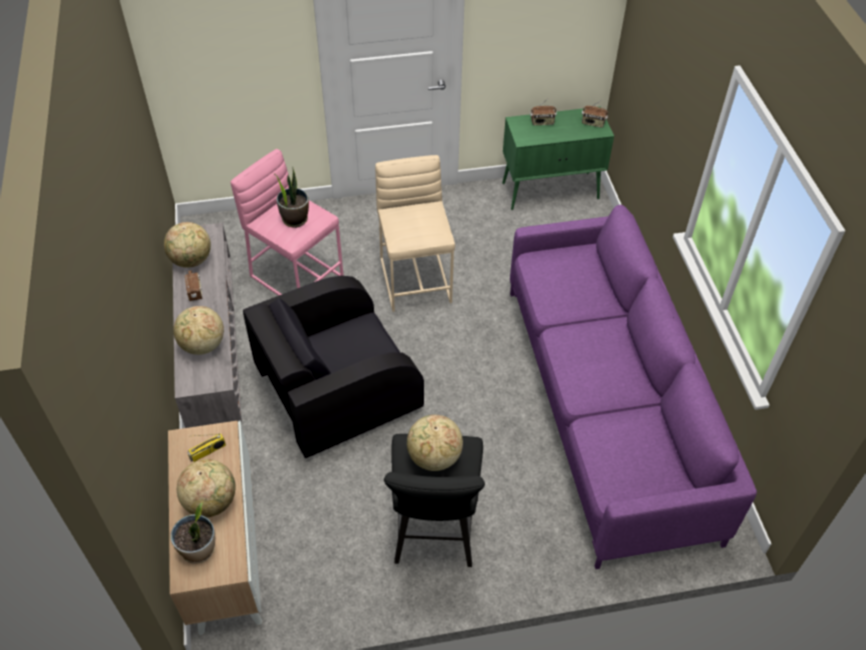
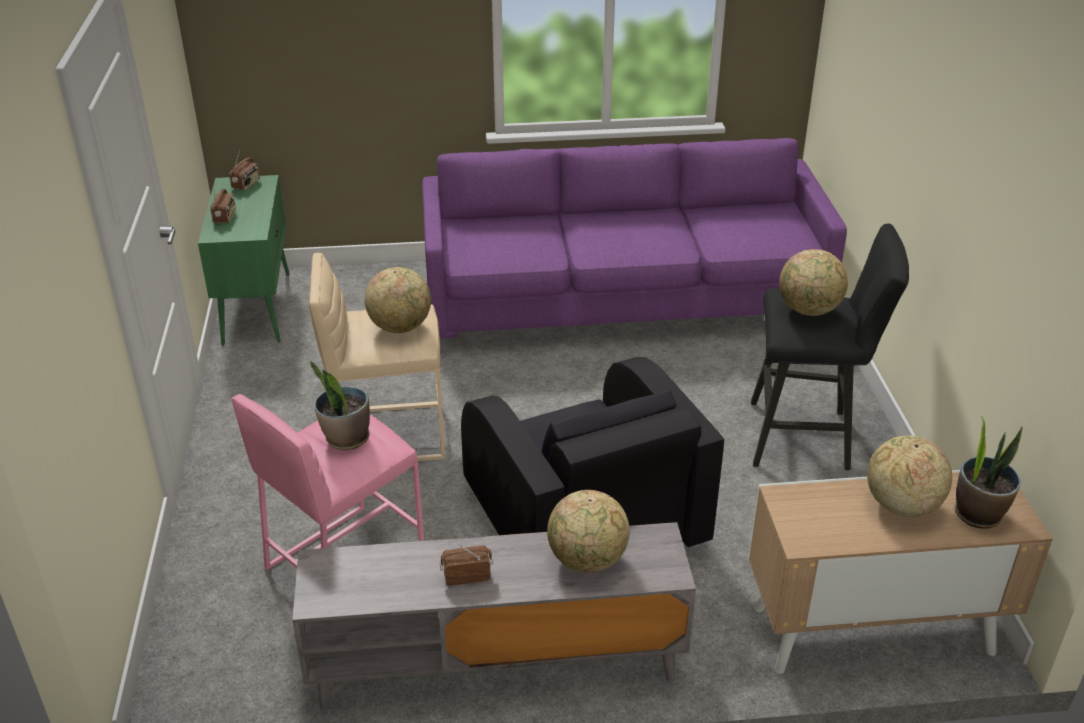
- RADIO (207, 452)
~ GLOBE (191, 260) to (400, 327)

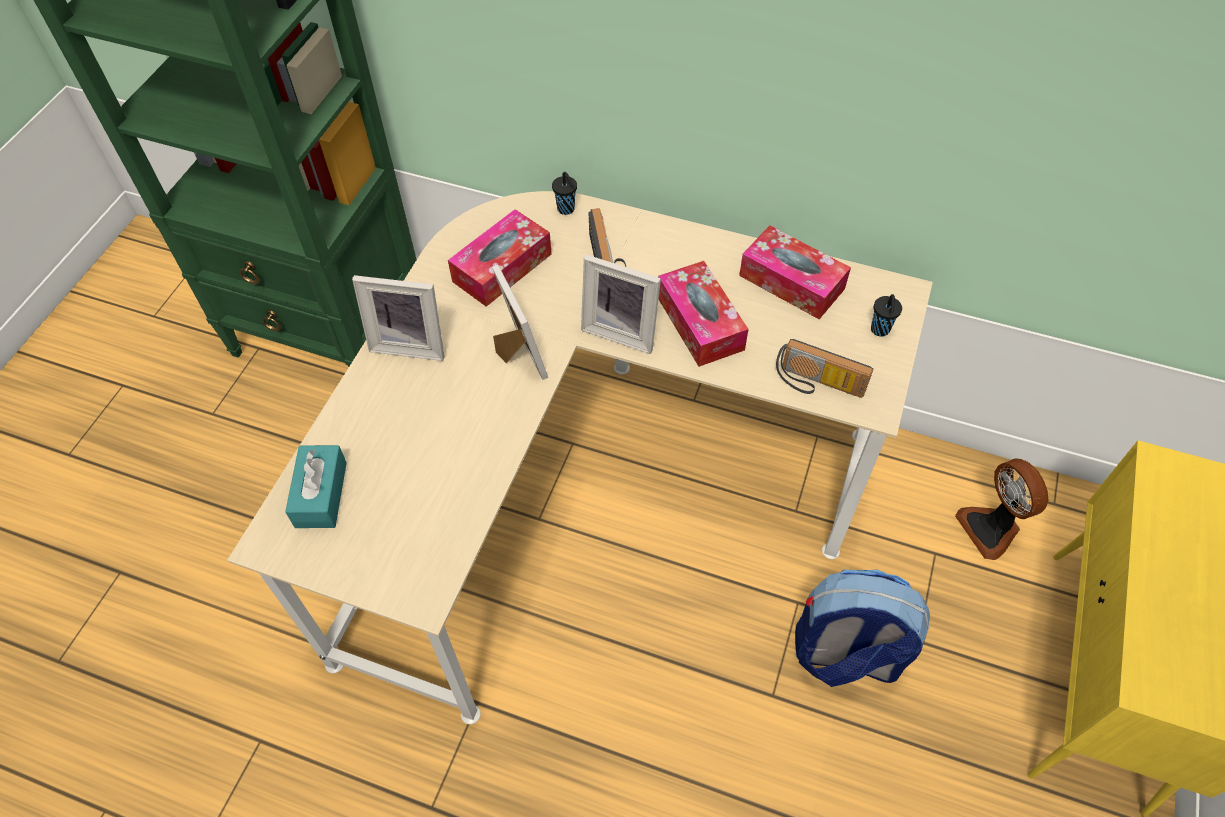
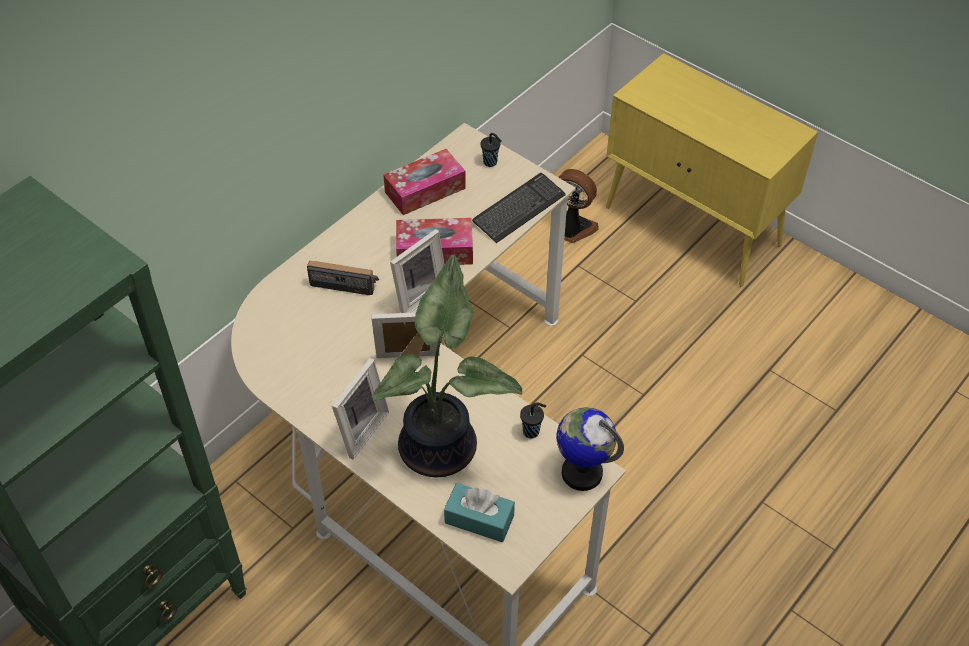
- TISSUE BOX (502, 268)
- KNAPSACK (845, 654)
+ POTTED PLANT (442, 446)
+ GLOBE (581, 472)
~ BLACKISH CUP (566, 209) to (532, 431)
~ RADIO (817, 384) to KEYBOARD (519, 209)
~ COOLING FAN (991, 528) = (572, 229) 150 degrees counterclockwise

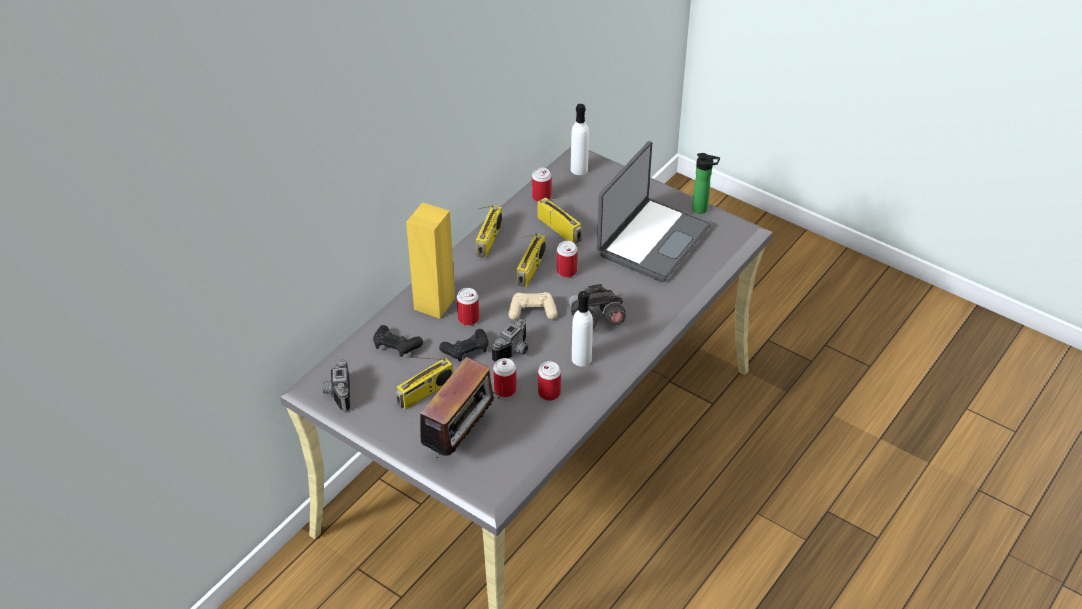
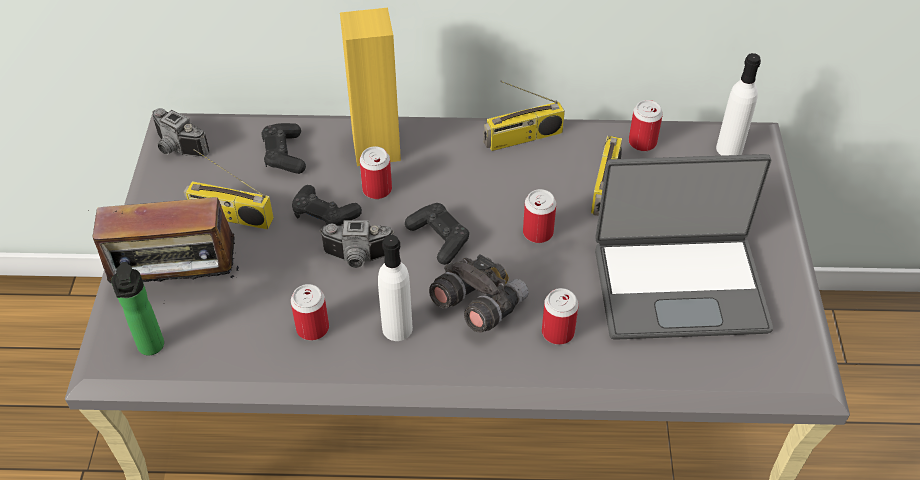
- RADIO (531, 269)
~ METAL CAN (505, 390) to (558, 332)
~ DRINK BOTTLE (702, 209) to (151, 348)
~ BEIGE-COLOURED JOYPAD (532, 311) to BLACKISH JOYPAD (439, 238)
~ PHOTO CAMERA (337, 394) = (176, 149) 105 degrees counterclockwise

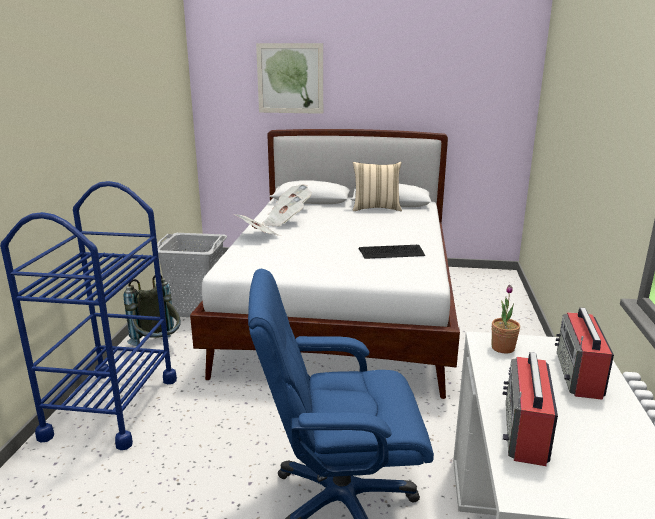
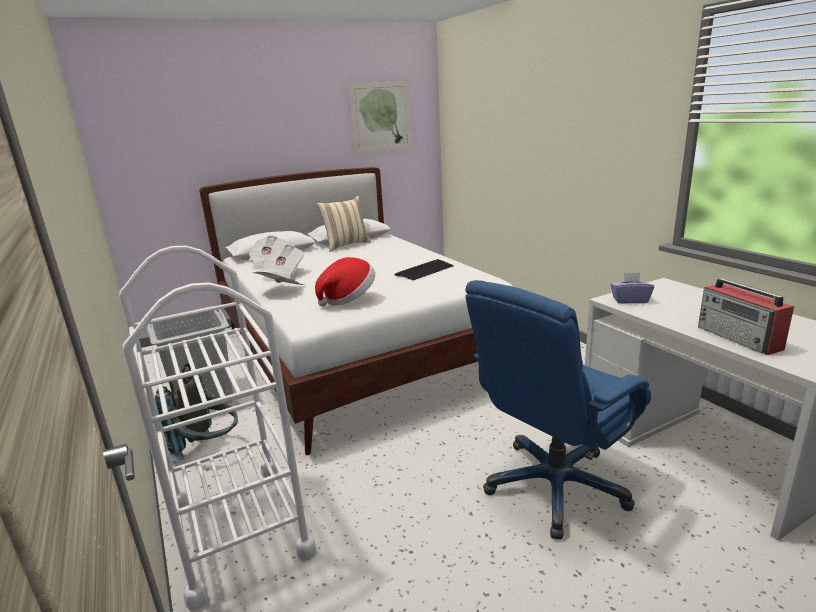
- RADIO (579, 375)
+ HAT (348, 299)
~ WALL PICTURE (290, 78) to (381, 117)
~ POTTED PLANT (503, 348) to PURPLE TISSUE BOX (630, 300)
~ BLUISH WHEELED CART (112, 407) to WHITISH WHEELED CART (238, 528)

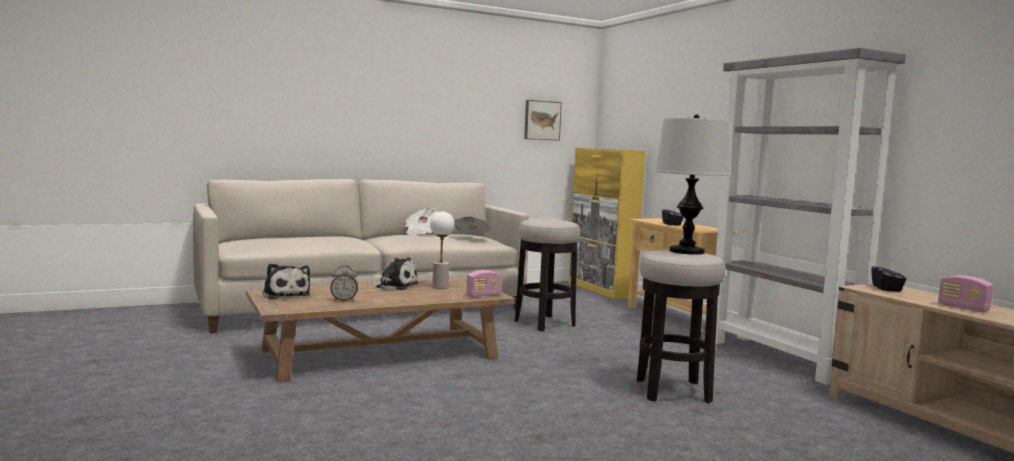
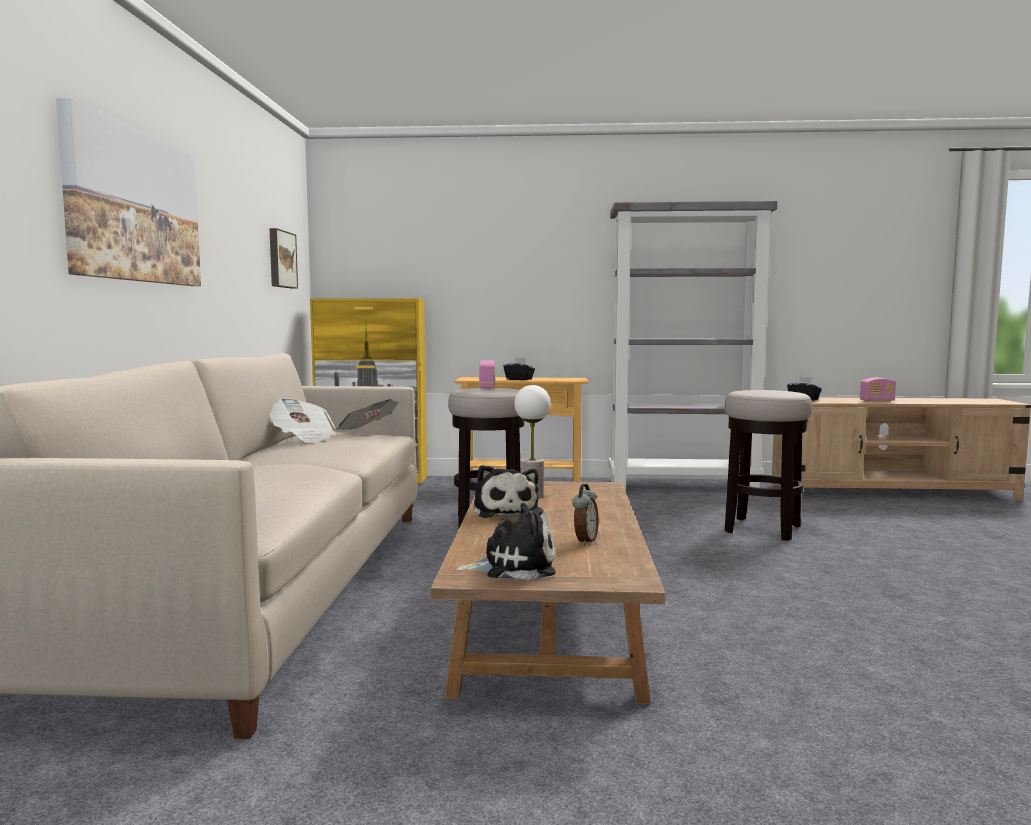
- TABLETOP LAMP (687, 251)
+ WALL PICTURE (134, 206)
~ RADIO (483, 295) to (487, 387)
~ SOFT TOY (395, 286) = (504, 511) 120 degrees clockwise

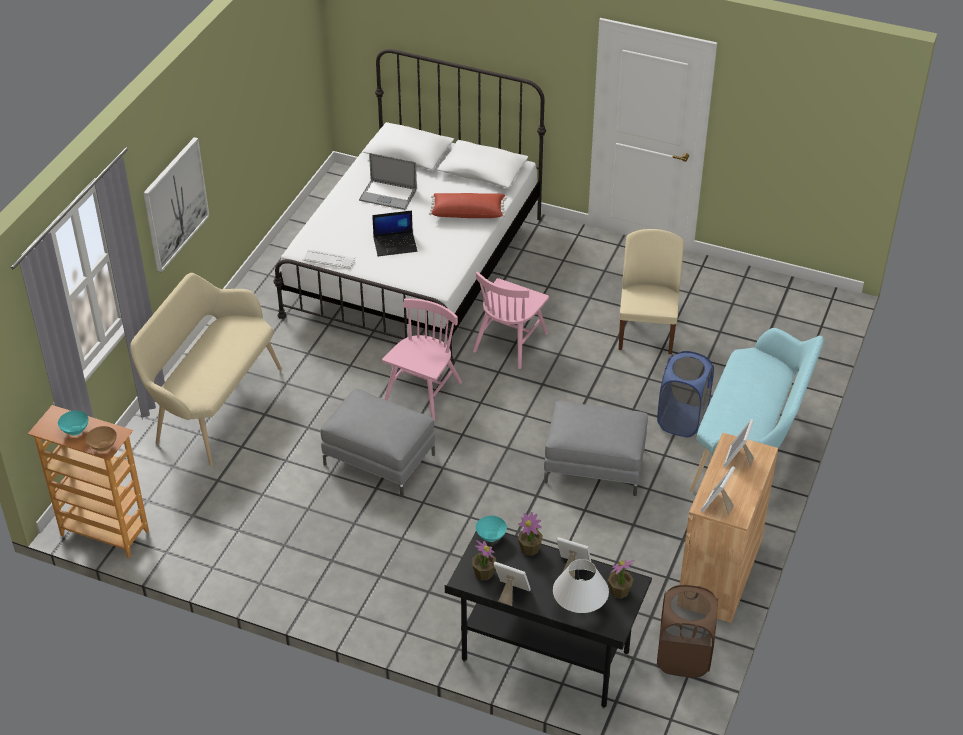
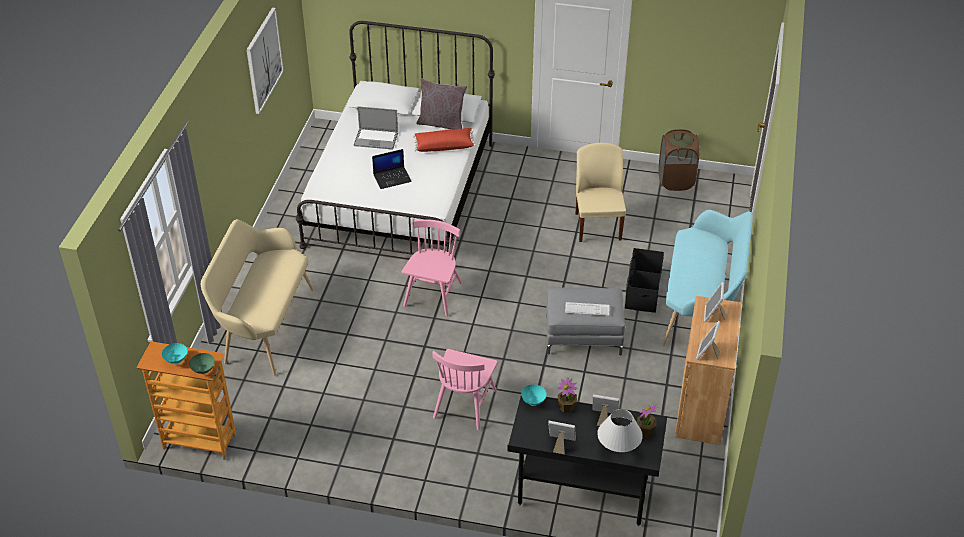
- GRAY FOOTREST (379, 459)
- POTTED PLANT (484, 573)
+ GRAY CUSHION (441, 123)
~ WALL PICTURE (175, 204) to (264, 60)
~ KEYBOARD (328, 259) to (587, 309)
~ PINK-COLOURED CHAIR (510, 342) to (464, 404)
~ BROWN HAMPER (683, 657) to (676, 181)
~ BLUISH HAMPER (682, 420) to BLACKISH STORAGE CONTAINER (642, 291)
~ BROWN SERVING BOWL (103, 447) to GREEN-COLOURED SERVING BOWL (203, 370)

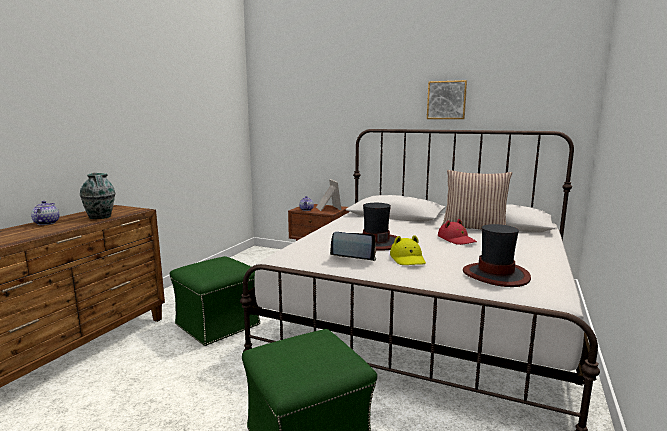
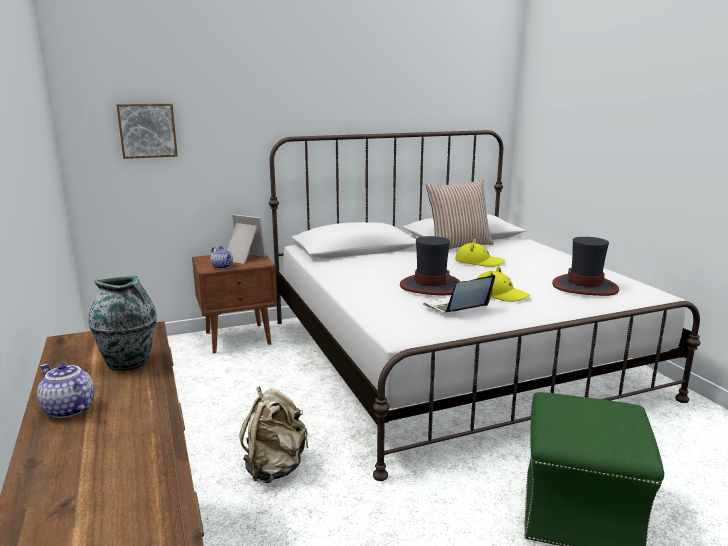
~ WALL PICTURE (446, 100) to (147, 130)
~ GREEN-COLOURED FOOTREST (218, 324) to BEIGE-COLOURED KNAPSACK (275, 467)
~ RED HAT (456, 239) to YELLOW HAT (478, 262)

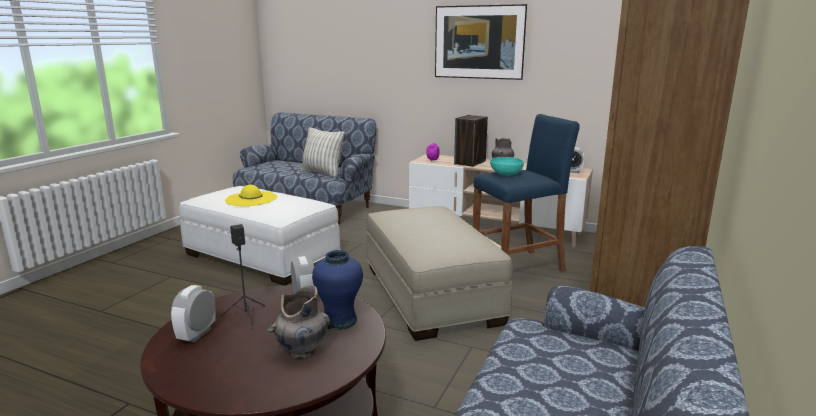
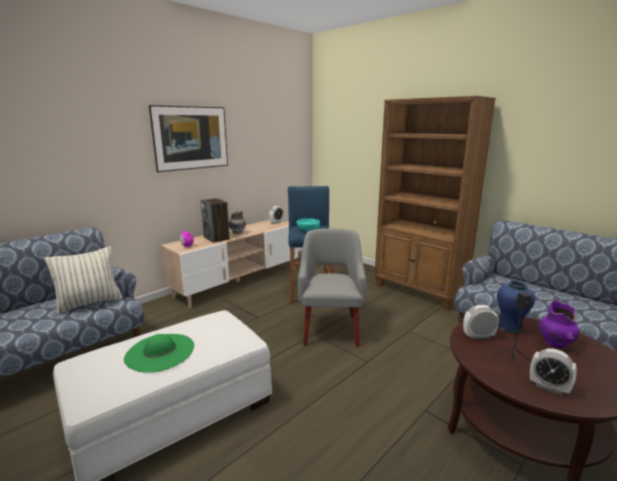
~ BEIGE-COLOURED FOOTREST (431, 293) to GRAY ARMCHAIR (330, 329)
~ YELLOW HAT (251, 199) to GREEN-COLOURED HAT (160, 352)
~ GRAY FLOWER VASE (301, 351) to PURPLE FLOWER VASE (555, 344)

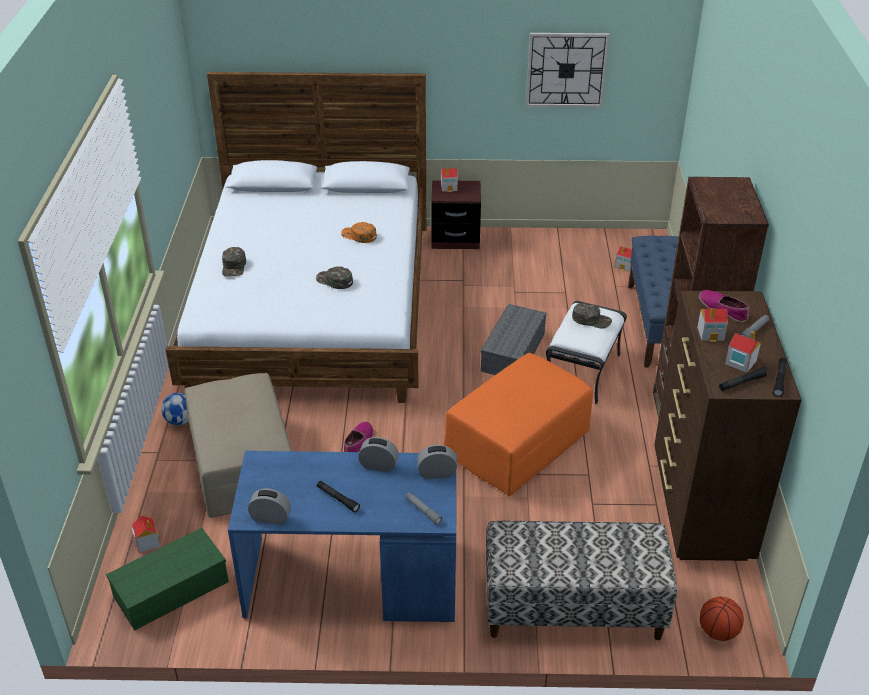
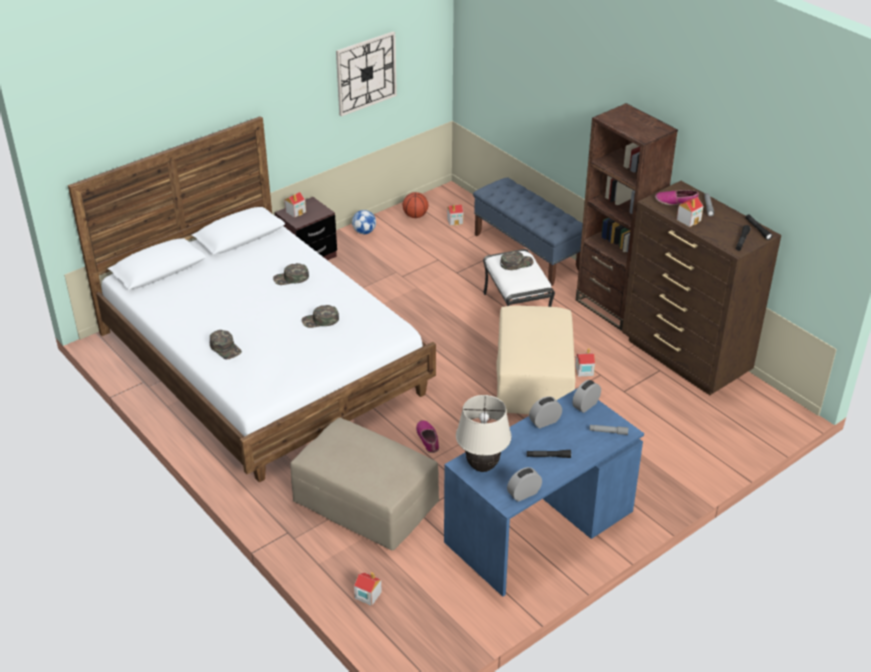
- GREEN-COLOURED STORAGE CONTAINER (172, 587)
- GRAY STORAGE CONTAINER (513, 353)
- BENCH (572, 609)
+ BEIGE-COLOURED TABLETOP LAMP (482, 466)
~ FOOTBALL (180, 420) to (364, 232)
~ BASKETBALL (718, 632) to (415, 216)
~ MODEL HOUSE (740, 362) to (584, 371)
~ ORANGE BASEBALL CAP (359, 236) to GREEN-COLOURED BASEBALL CAP (291, 278)
~ ORANGE FOOTREST (517, 444) to BEIGE-COLOURED FOOTREST (534, 380)

